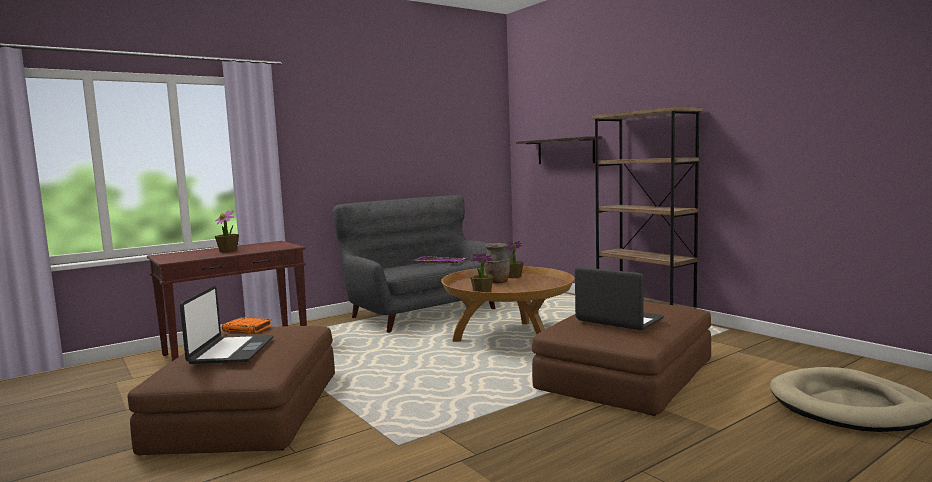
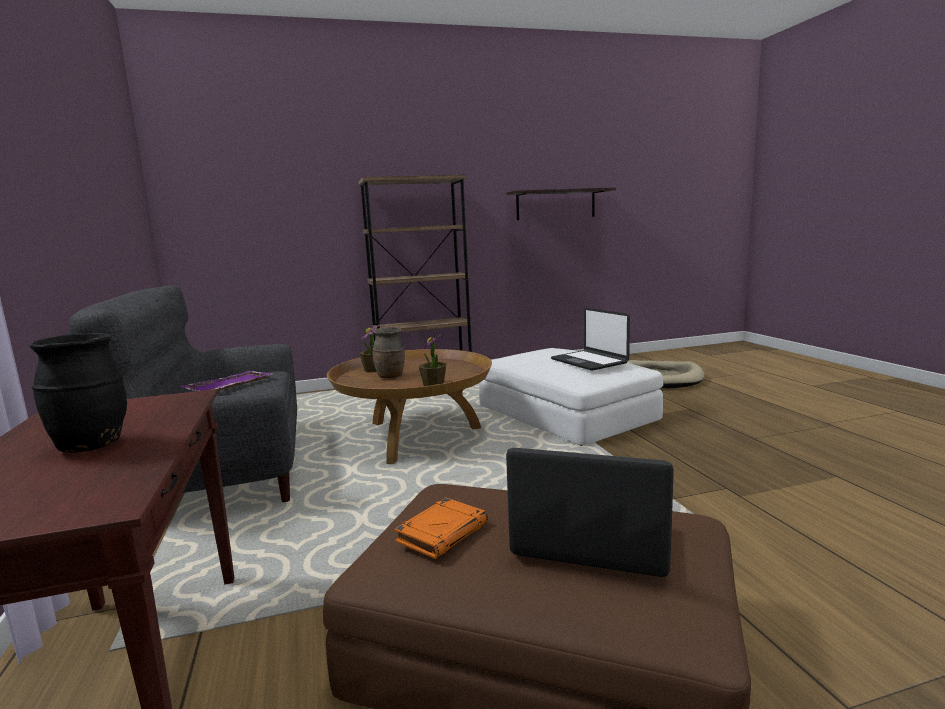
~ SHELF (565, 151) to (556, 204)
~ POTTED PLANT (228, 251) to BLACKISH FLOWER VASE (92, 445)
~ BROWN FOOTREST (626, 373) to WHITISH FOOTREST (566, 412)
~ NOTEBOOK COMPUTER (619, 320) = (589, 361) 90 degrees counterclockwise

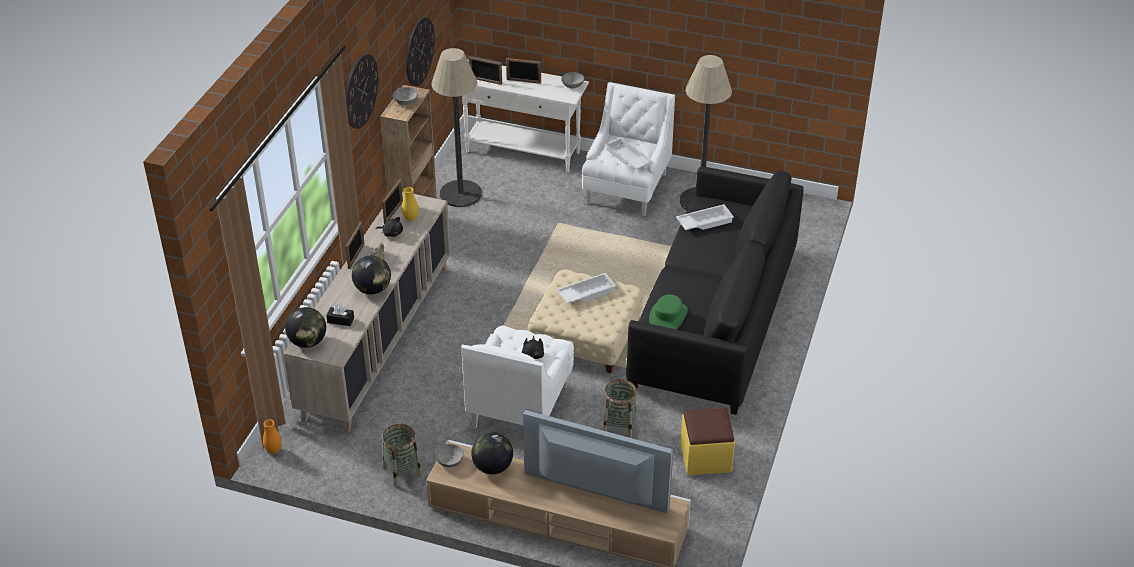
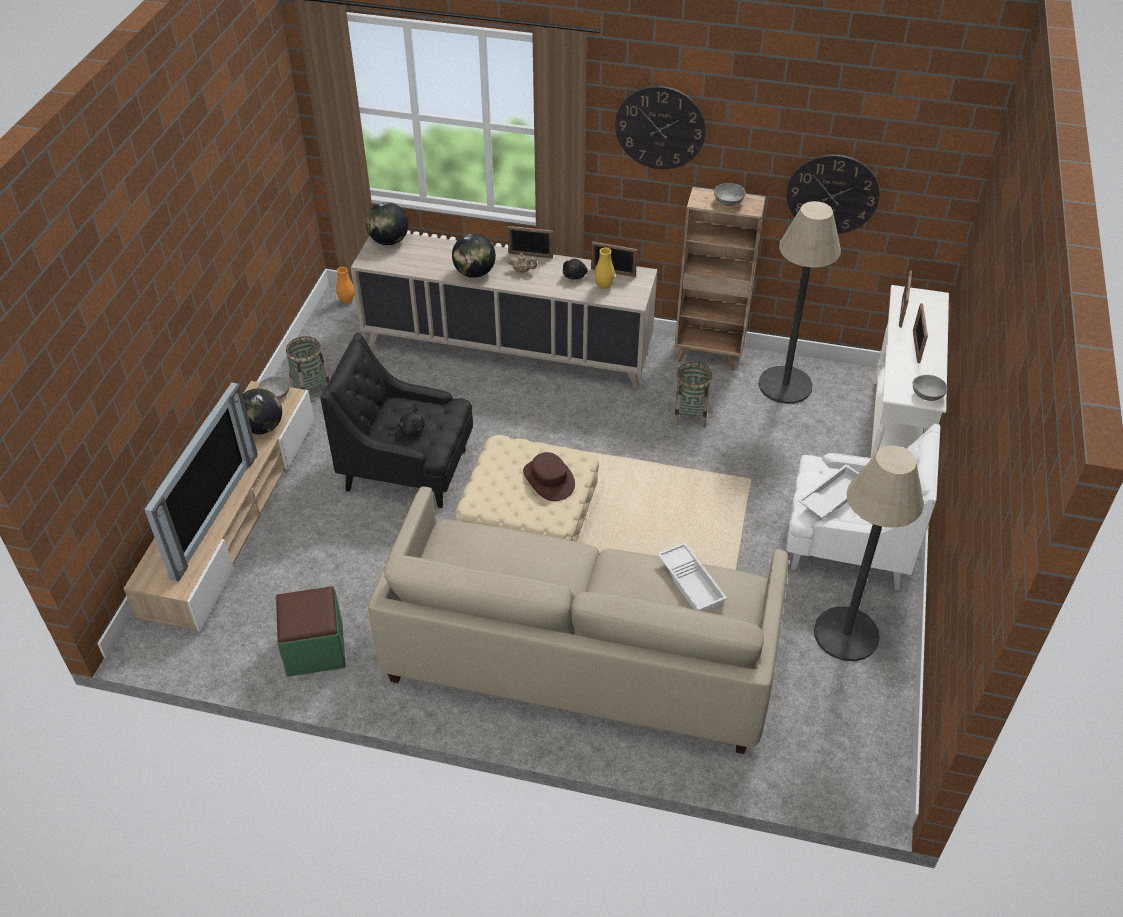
- BLACKISH TISSUE BOX (340, 320)
- GREEN-COLOURED HAT (668, 316)
~ BASKET (619, 426) to (690, 415)
~ WHITISH TRAY (586, 292) to BROWN HAT (549, 479)
~ WHITISH ARMCHAIR (520, 405) to BLACKISH ARMCHAIR (408, 470)
~ BLACKISH COUCH (715, 319) to BEIGE-COLOURED COUCH (579, 656)
~ YELLOW FOOTREST (705, 457) to GREEN-COLOURED FOOTREST (315, 649)

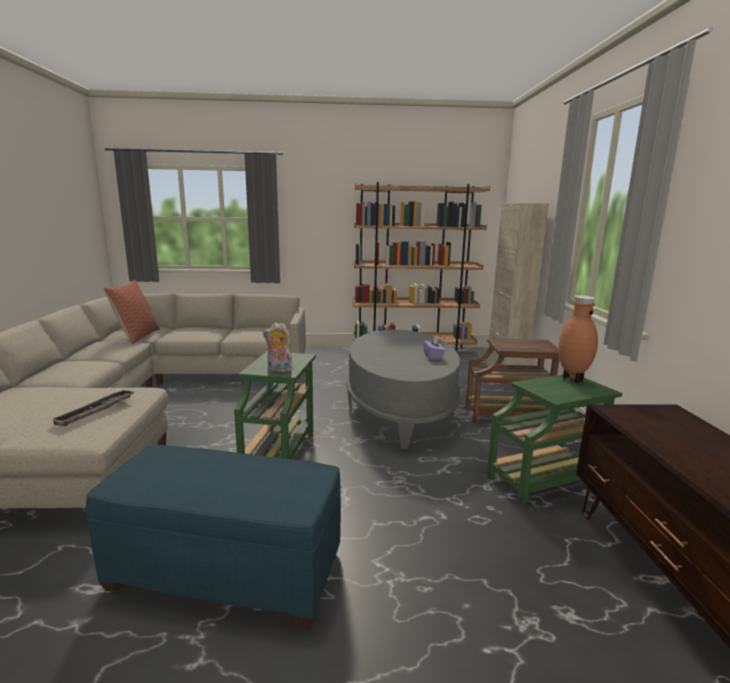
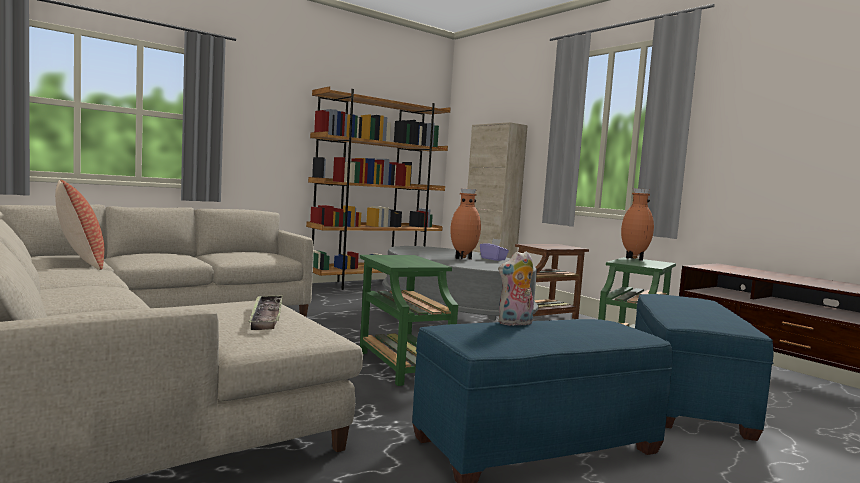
+ BROWN FLOWER VASE (463, 258)
+ BLUISH FOOTREST (686, 399)
~ SOFT TOY (278, 370) to (515, 323)

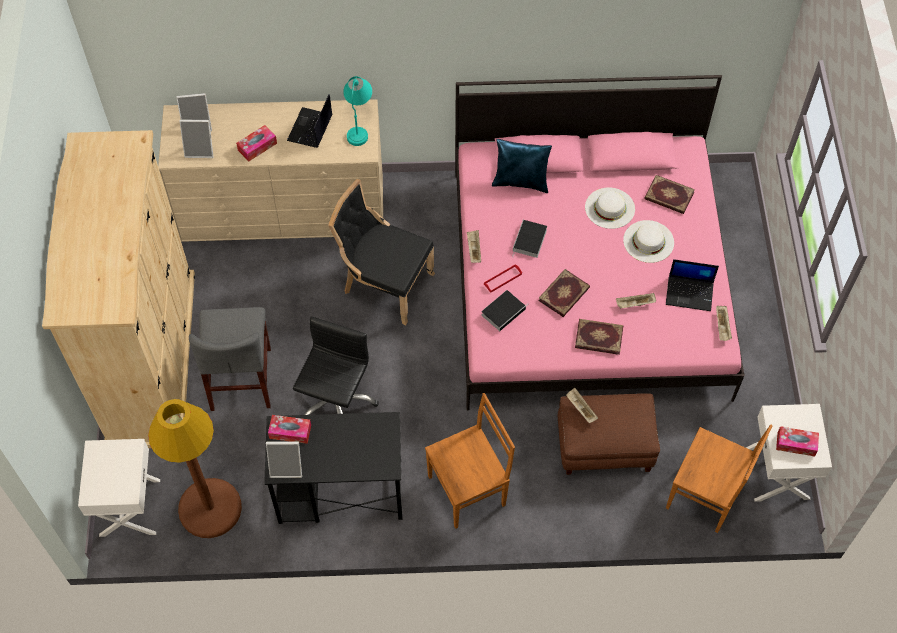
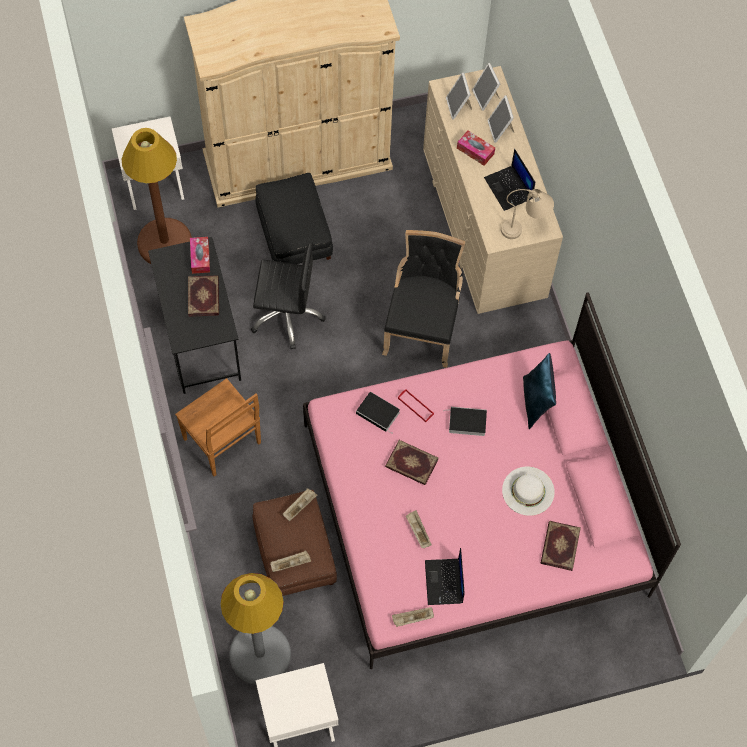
- WHITISH HAT (648, 241)
- TISSUE BOX (796, 444)
~ STANDING FRAME (287, 467) to (500, 130)
~ BEIGE-COLOURED TRAY (474, 250) to (291, 563)
~ BOUND BOOK (599, 336) to (204, 297)
~ GRAY CHAIR (241, 378) to BLACKISH FOOTREST (293, 234)
~ BROWN CHAIR (706, 496) to GRAY STANDING LAMP (260, 654)
~ BLUE-GREEN TABLETOP LAMP (359, 125) to BEIGE-COLOURED TABLETOP LAMP (525, 228)
~ NOTEBOOK COMPUTER (310, 129) = (509, 188) 120 degrees counterclockwise

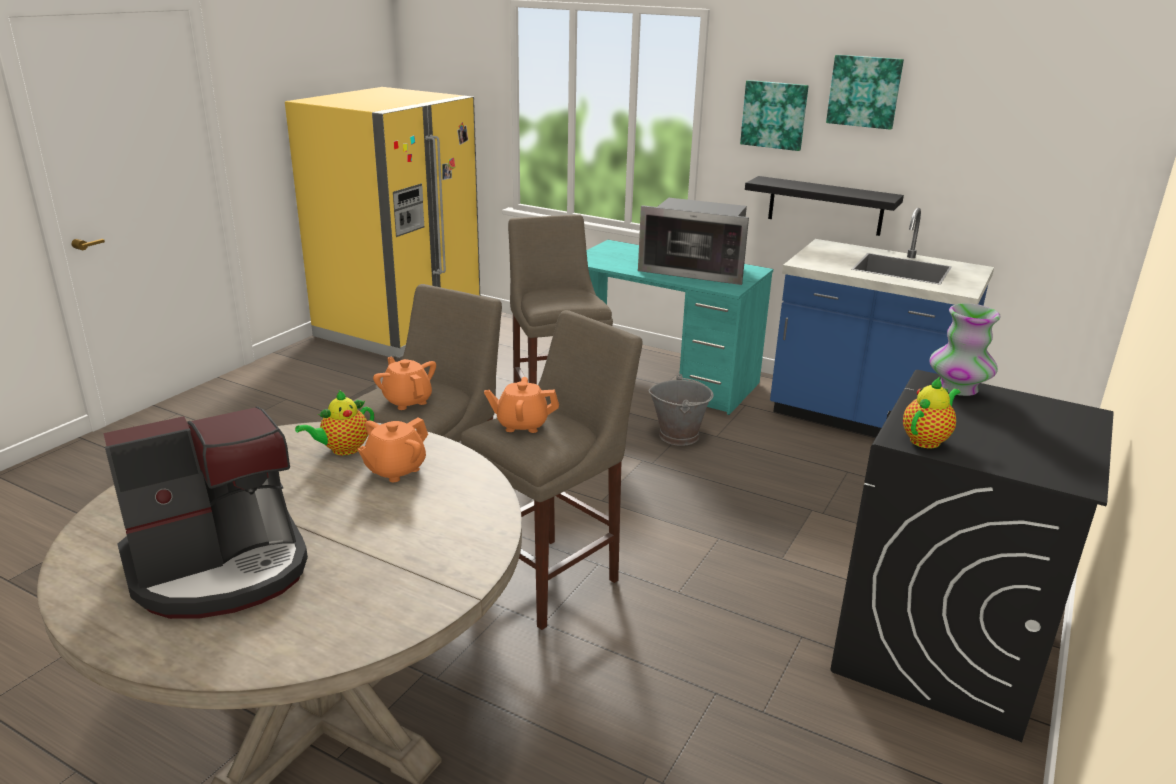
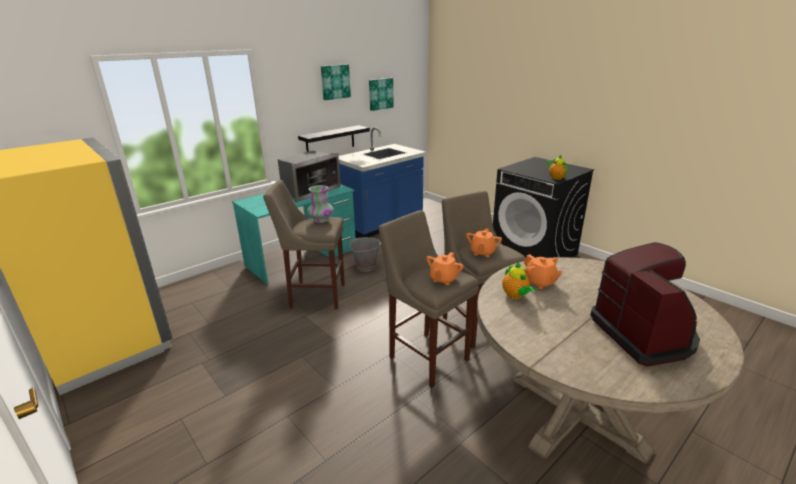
~ WALL PICTURE (774, 115) to (380, 94)
~ FLOWER VASE (958, 388) to (321, 220)
~ ORANGE TEA POT (407, 401) = (443, 279) 45 degrees counterclockwise

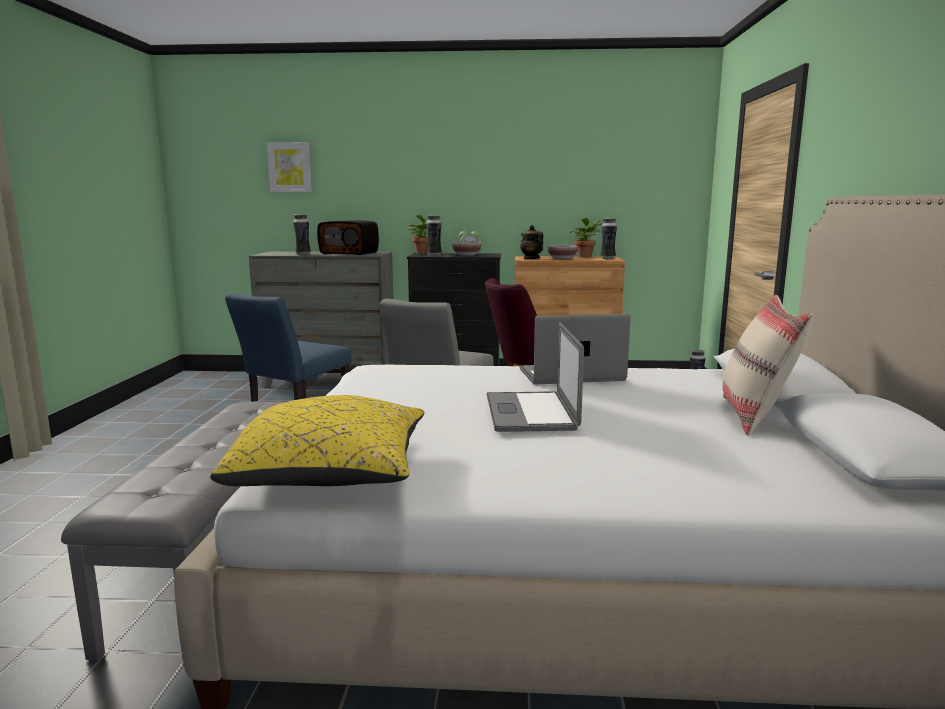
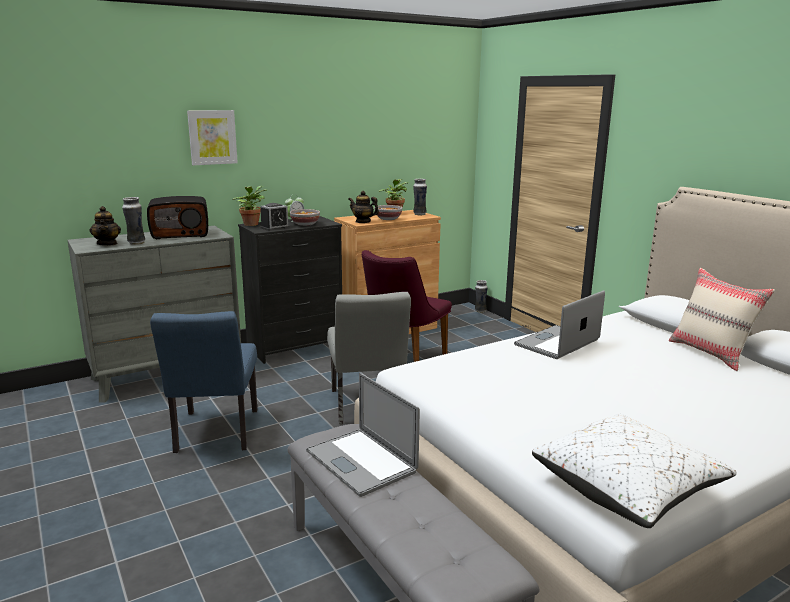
+ TEA POT (107, 244)
~ WALL PICTURE (289, 167) to (212, 137)
~ NOTEBOOK COMPUTER (530, 412) to (361, 461)
~ FLOWER VASE (434, 255) to ALARM CLOCK (275, 227)
~ YELLOW CUSHION (332, 474) to WHITISH CUSHION (627, 487)

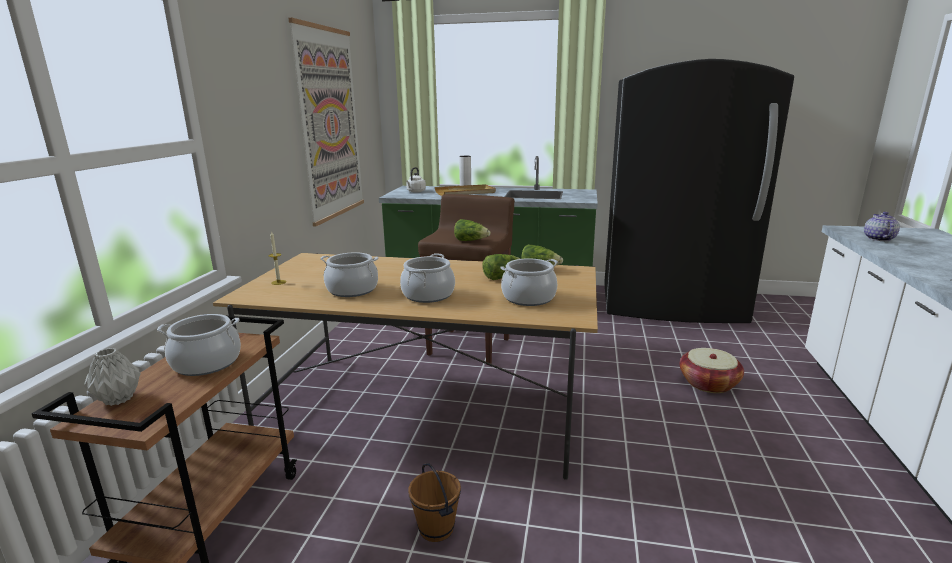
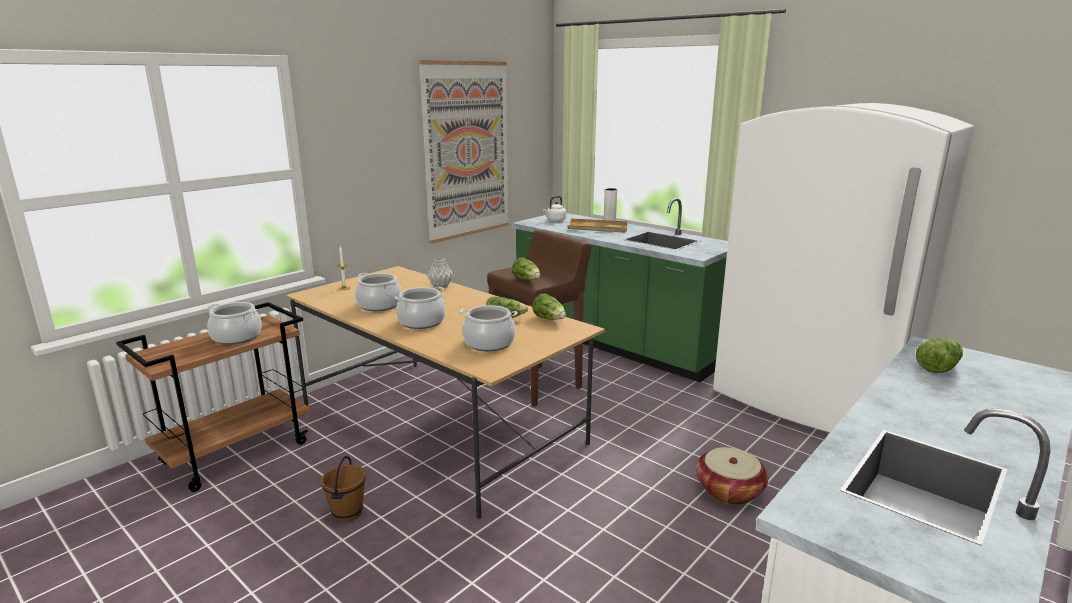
~ GRAY FLOWER VASE (118, 399) to (440, 287)
~ TEA POT (877, 239) to LETTUCE (937, 367)
~ BLACKISH KITCHEN FRIDGE (671, 305) to WHITISH KITCHEN FRIDGE (810, 400)

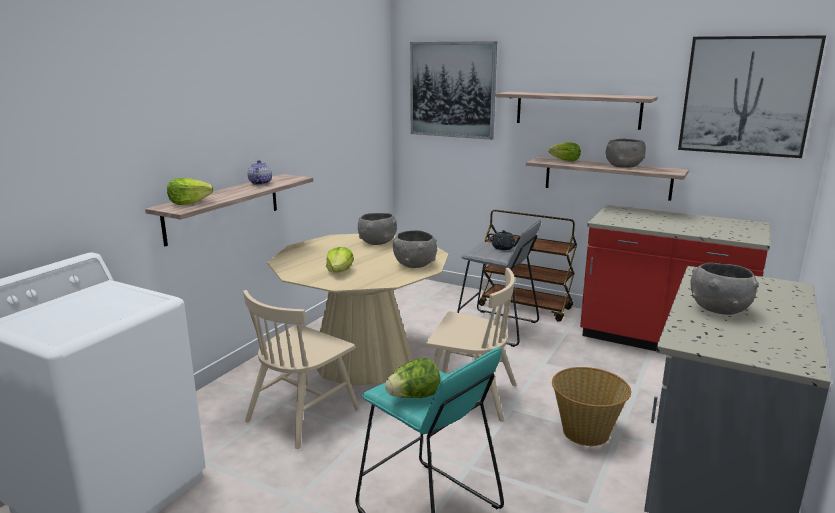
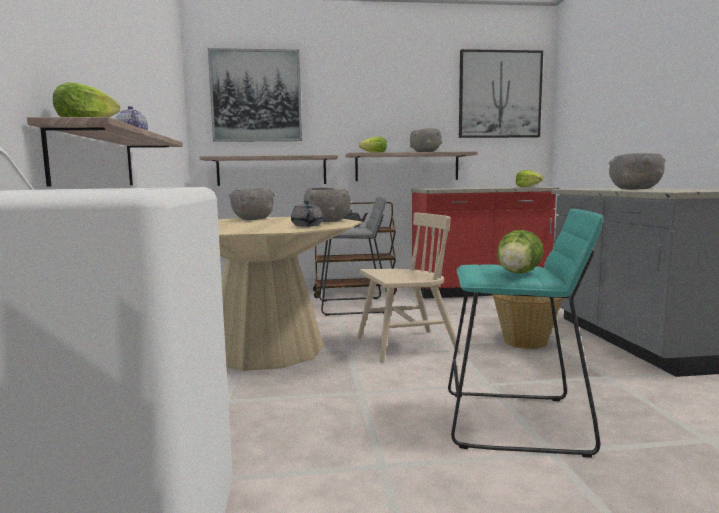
- BEIGE-COLOURED CHAIR (303, 414)
+ GRAY TEA POT (307, 225)
~ LETTUCE (339, 271) to (528, 187)
~ SHELF (577, 110) to (272, 171)

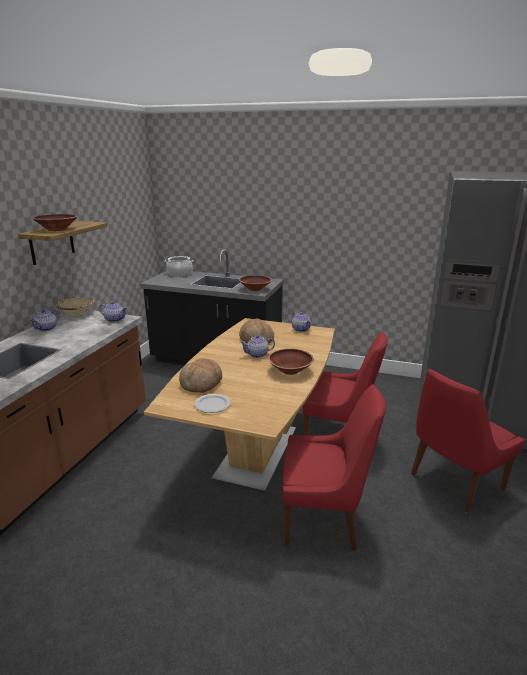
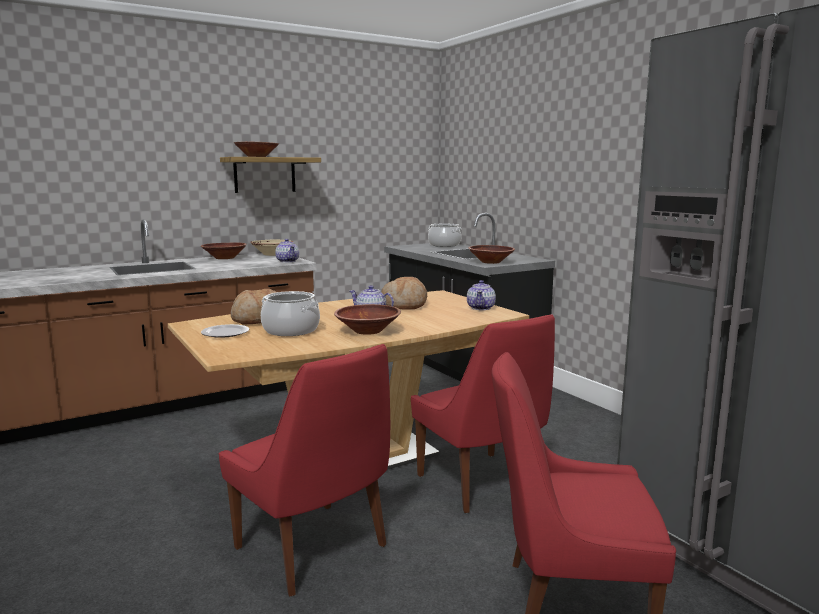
+ STOCKPOT (290, 330)
~ TEA POT (47, 328) to BROWN SERVING BOWL (224, 258)

